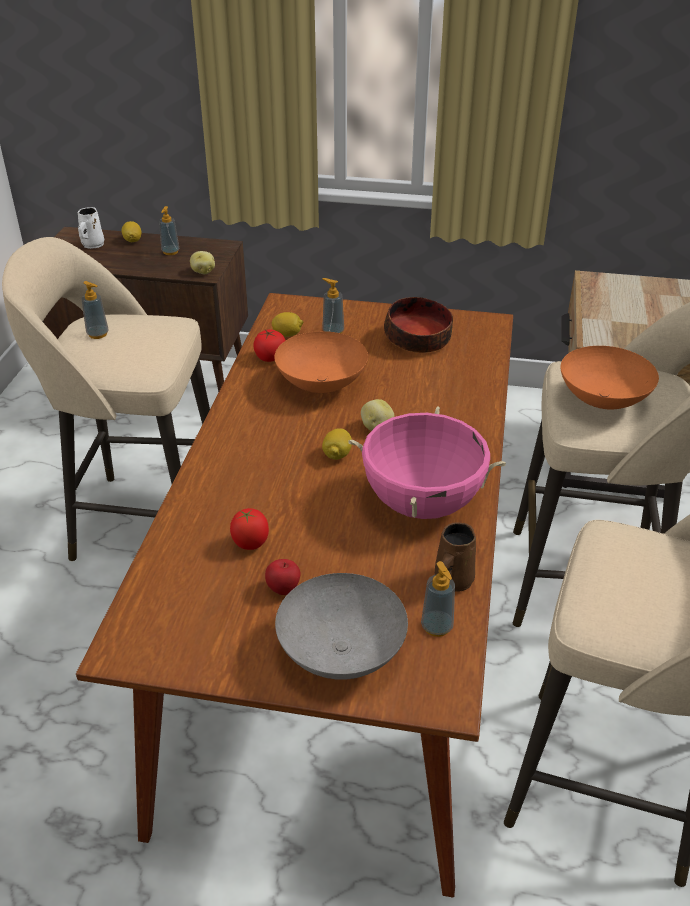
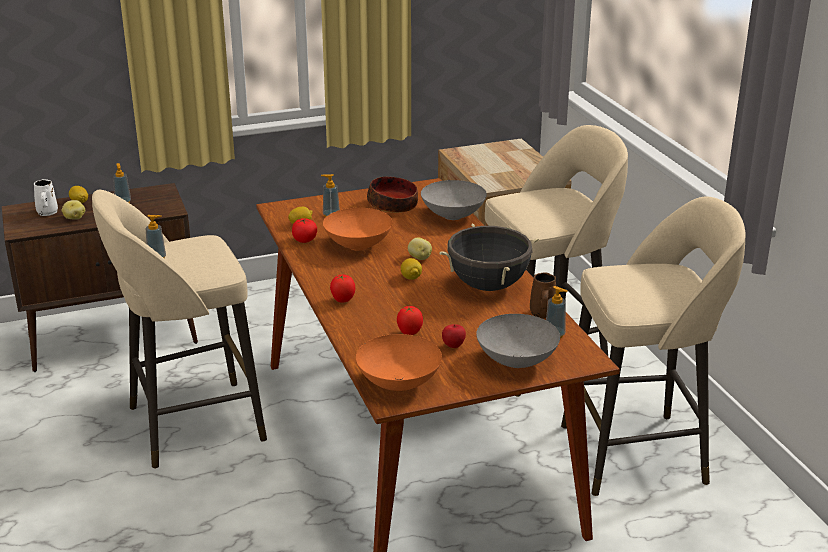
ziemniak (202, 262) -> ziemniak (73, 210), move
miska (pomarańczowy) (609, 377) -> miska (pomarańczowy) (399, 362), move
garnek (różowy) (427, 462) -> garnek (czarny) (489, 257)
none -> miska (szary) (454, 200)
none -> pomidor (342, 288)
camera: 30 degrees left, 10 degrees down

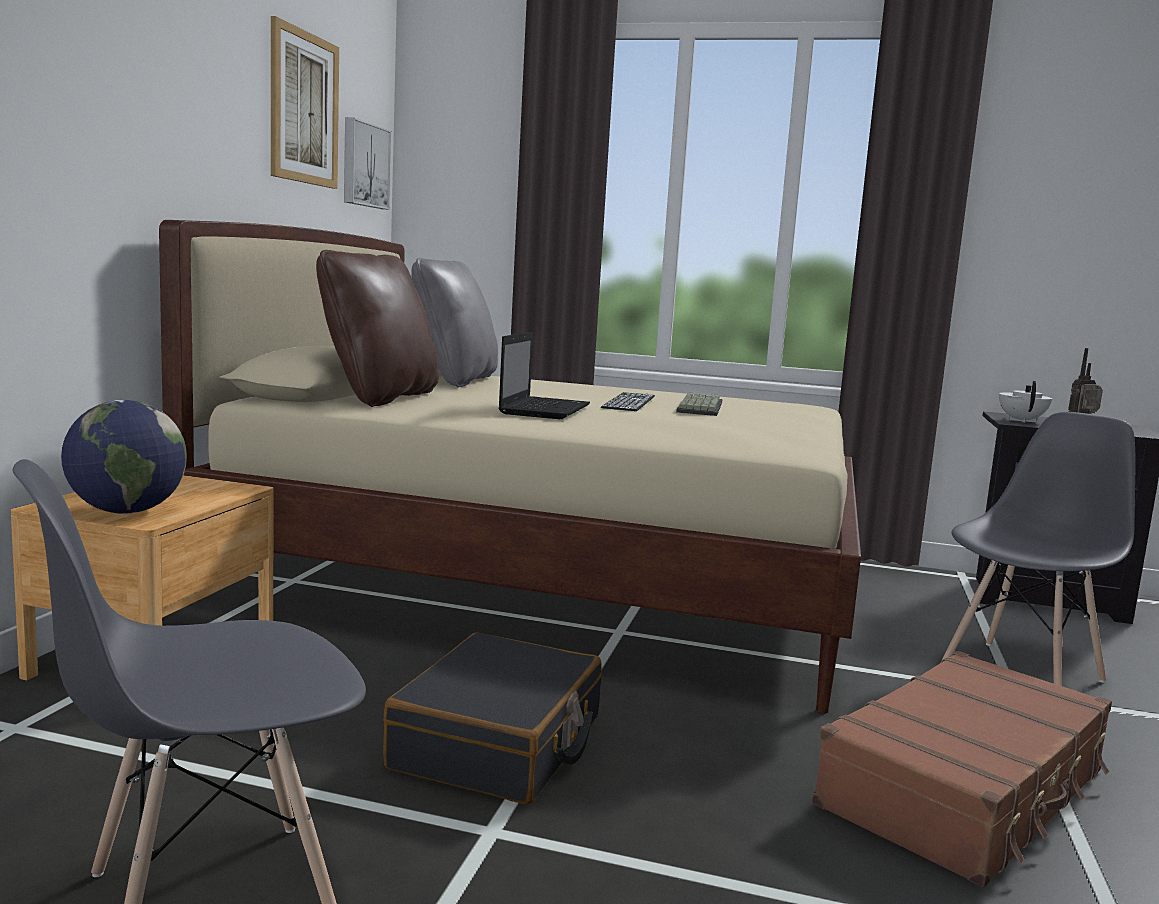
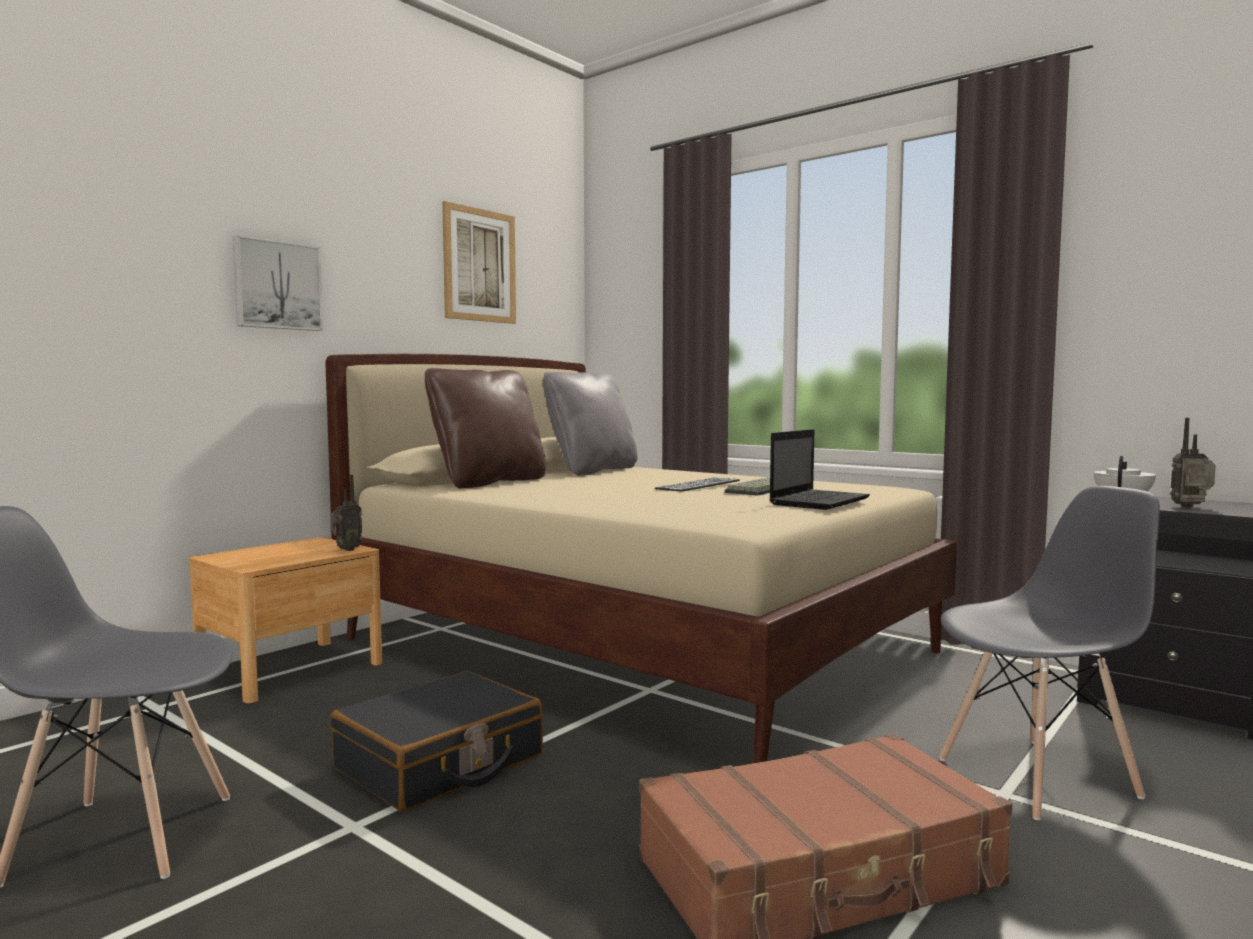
obraz (368, 163) -> obraz (278, 283), move
laptop (544, 375) -> laptop (819, 469), move
globus (124, 457) -> none
none -> radio (346, 513)
camera: 25 degrees right, 5 degrees down

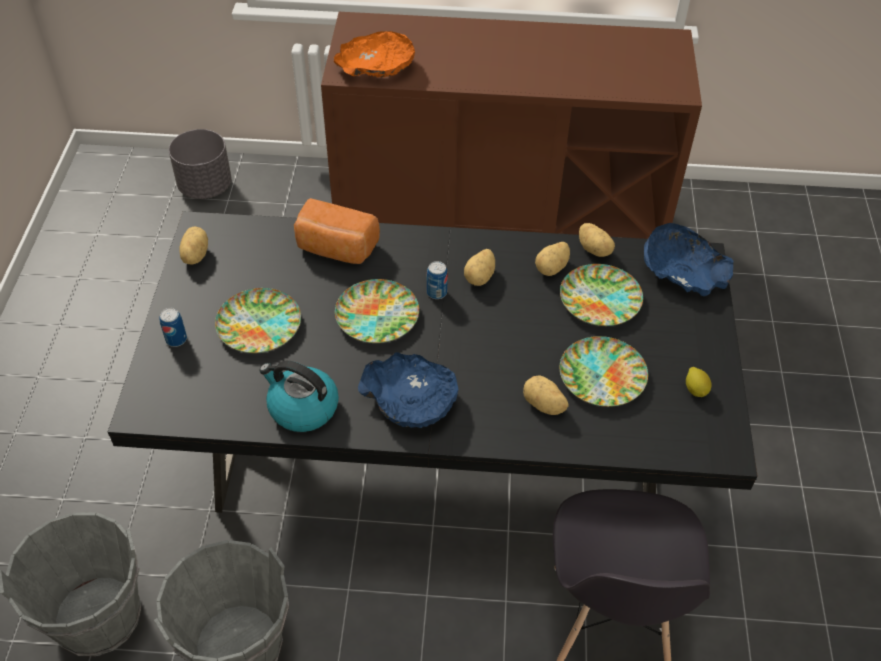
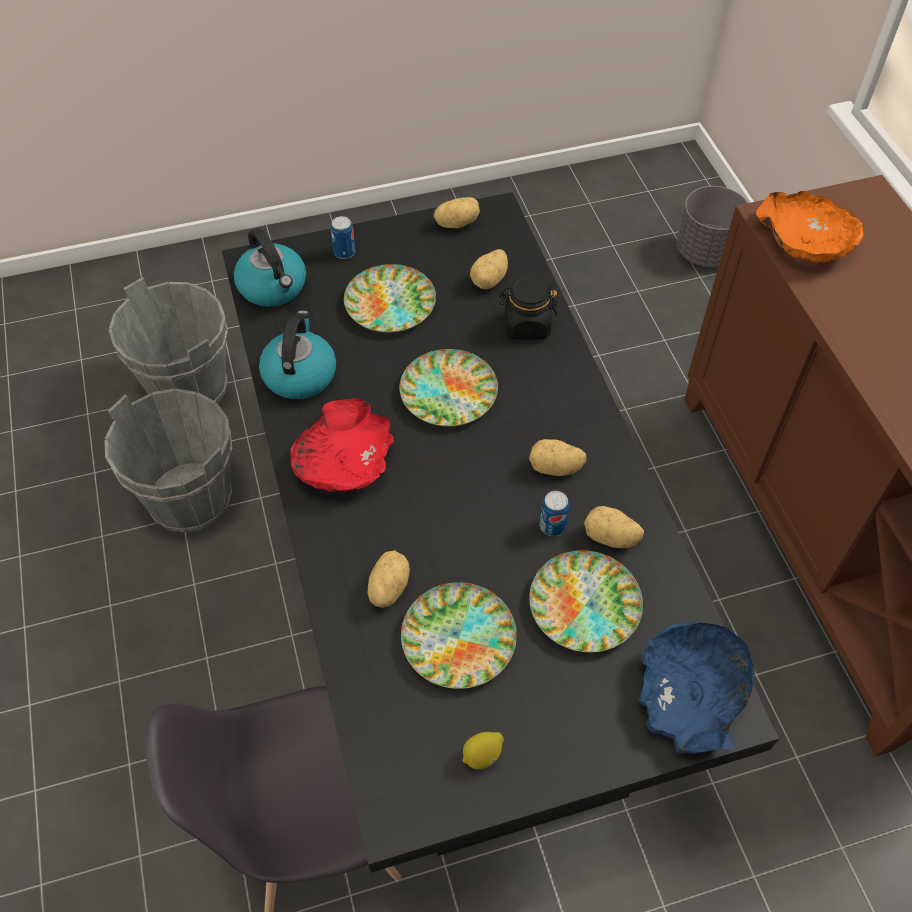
chleb (337, 231) -> słoik (czarny) (528, 308)
ziemniak (597, 240) -> ziemniak (489, 269), move
puszka (437, 280) -> puszka (554, 513), move
miska (niebieski) (408, 390) -> miska (czerwony) (342, 445)
none -> czajnik (270, 267)
camera: 70 degrees right, 5 degrees up

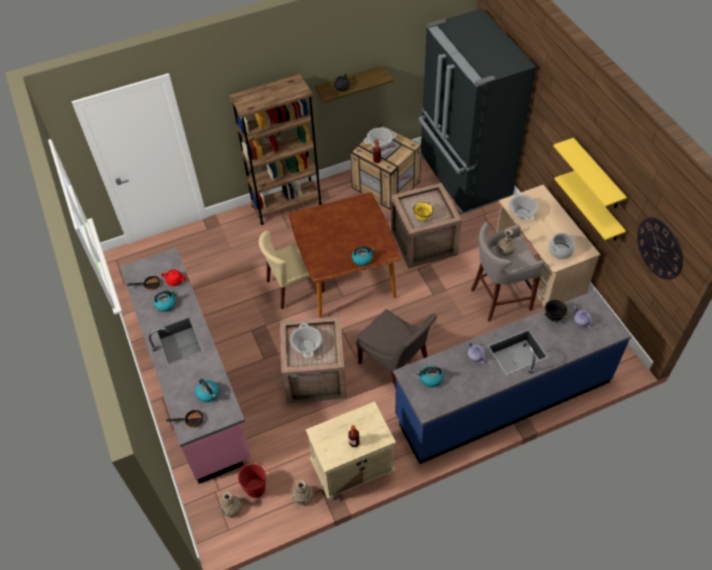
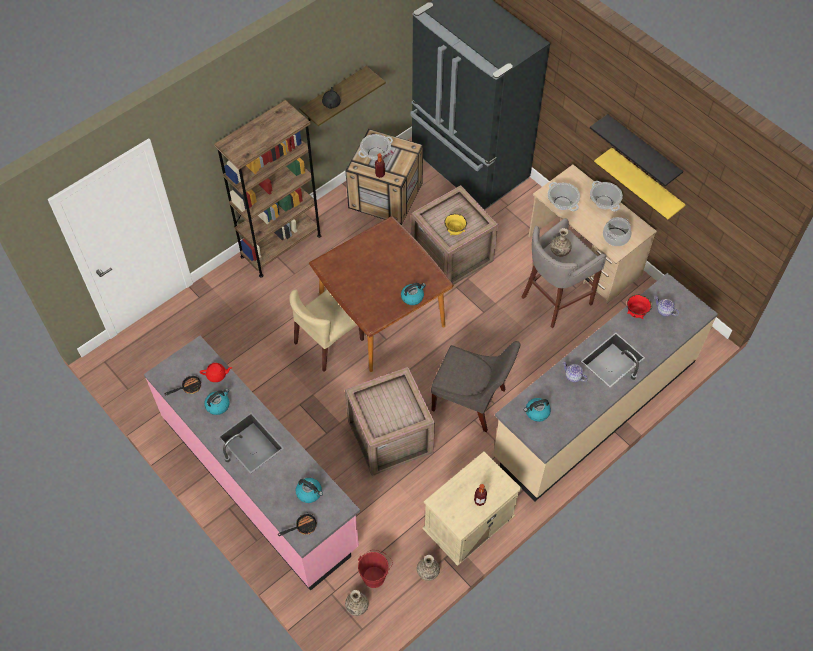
półka (żółty) (590, 173) -> półka (czarny) (636, 150)
zegar ścienny (660, 248) -> none
zabudowa kuchenna (niebieski) (512, 377) -> zabudowa kuchenna (beżowy) (605, 387)
miska (czarny) (556, 311) -> miska (czerwony) (639, 306)
garnek (306, 340) -> garnek (606, 196), move
camera: 20 degrees left, 5 degrees up

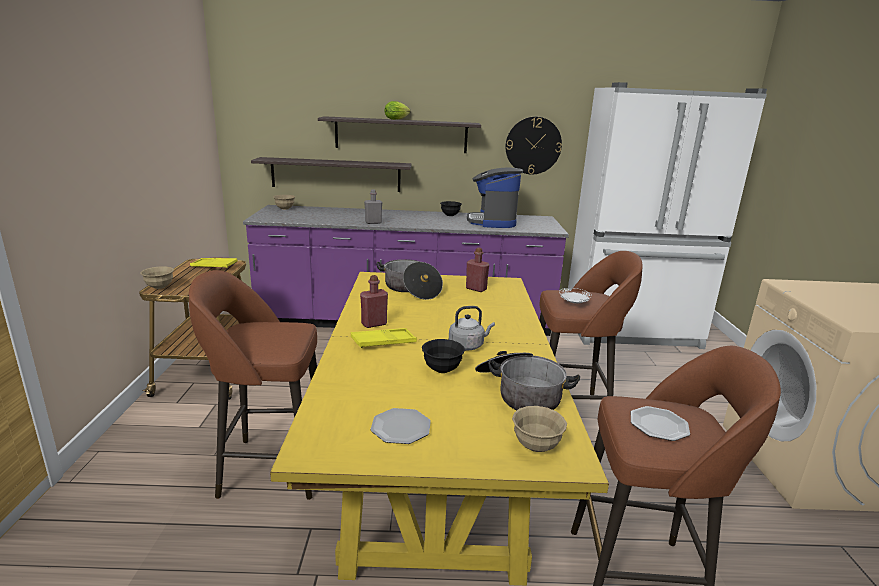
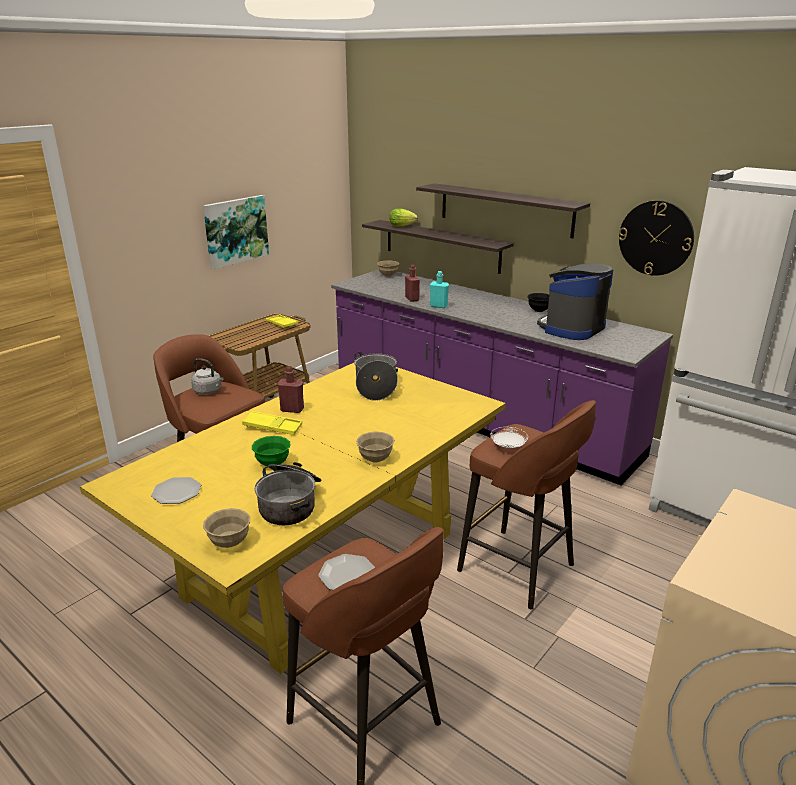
sałata (397, 110) -> sałata (404, 218), move
butelka (szary) (373, 206) -> butelka (turkusowy) (439, 289)
butelka (czerwony) (477, 270) -> butelka (czerwony) (412, 283), move
miska (beżowy) (157, 277) -> miska (beżowy) (375, 447), move
czajnik (szary) (472, 328) -> czajnik (szary) (207, 376), move
miska (czarny) (443, 356) -> miska (zielony) (271, 451)
none -> obraz (236, 232)
camera: 40 degrees right, 5 degrees up

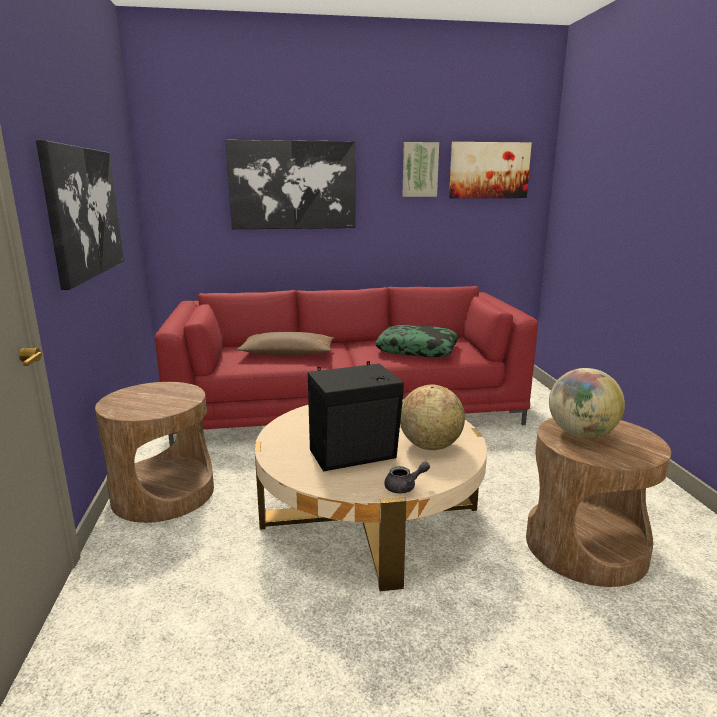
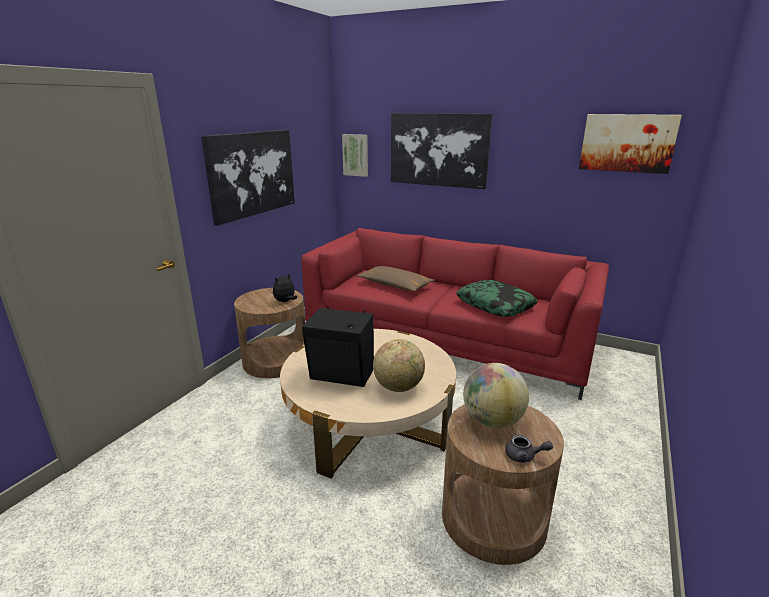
obraz (420, 169) -> obraz (355, 155), move
imbryk (szary) (407, 477) -> imbryk (szary) (529, 449), move
none -> pluszak (285, 288)
camera: 35 degrees right, 5 degrees up

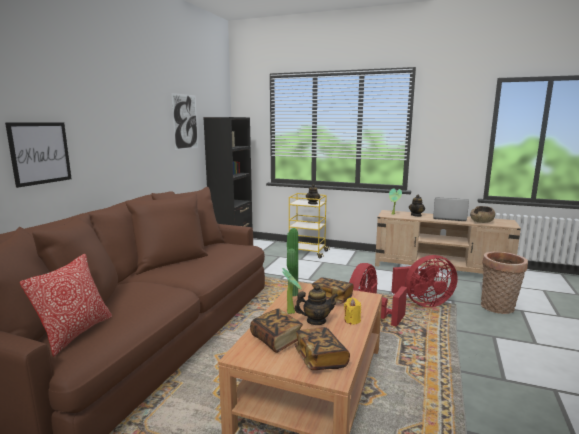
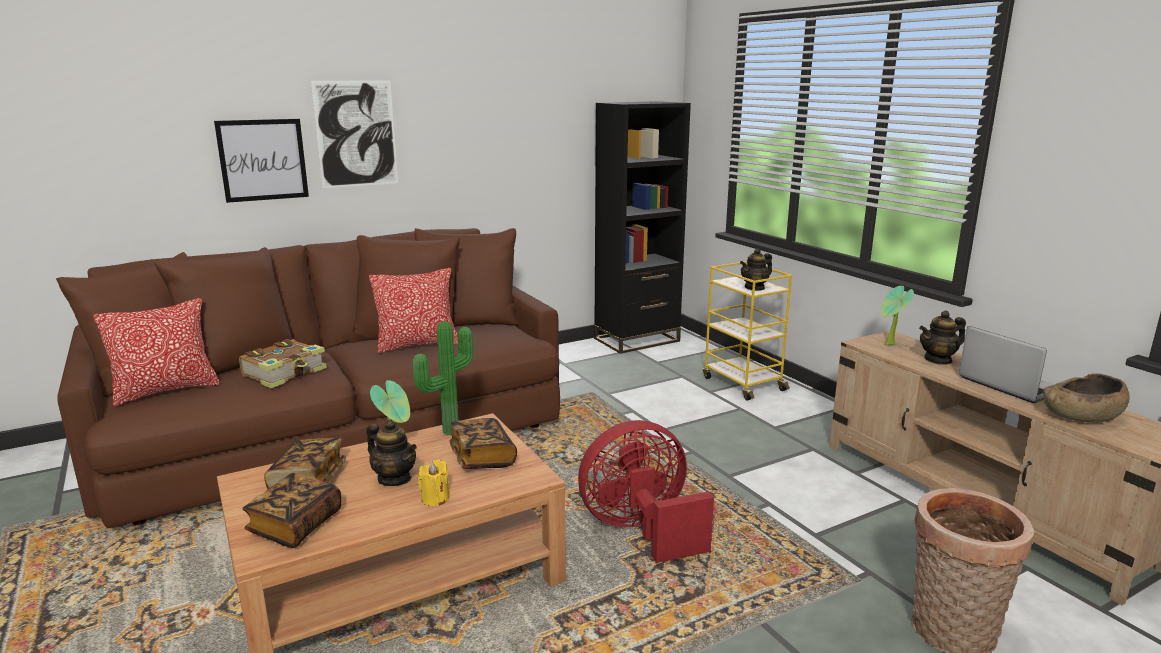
obraz (184, 121) -> obraz (354, 134), move
wentylator (czerwony) (424, 281) -> none
none -> poduszka (413, 311)
none -> książka (283, 363)
camera: 40 degrees right, 5 degrees up

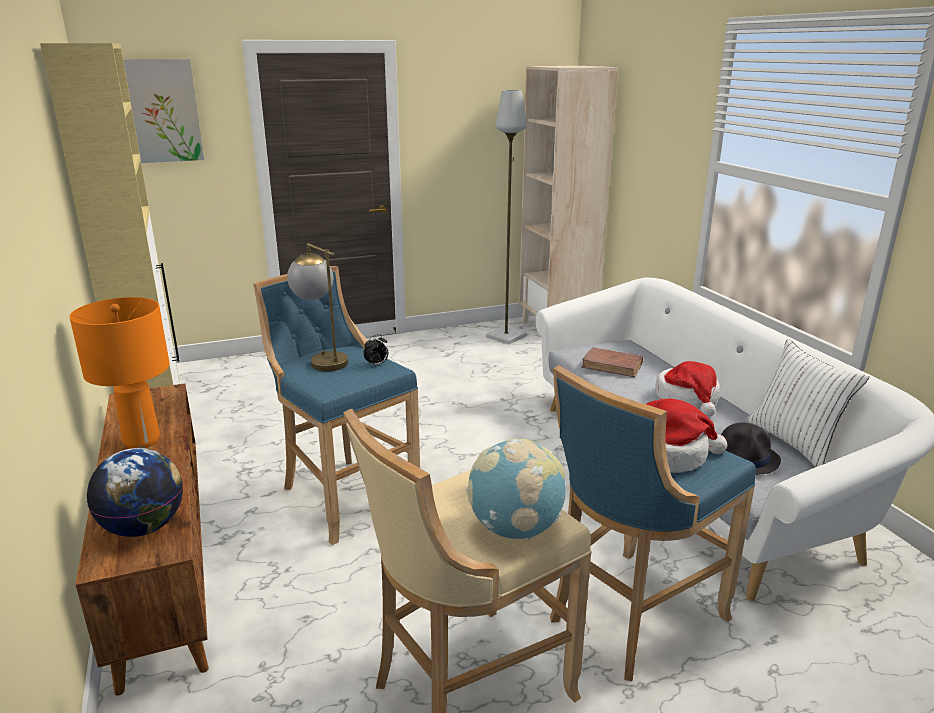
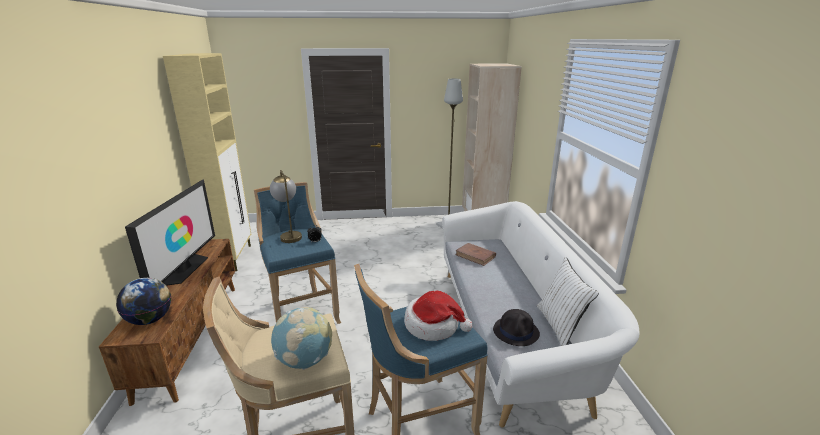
obraz (163, 111) -> none
lampa stołowa (pomarańczowy) (119, 373) -> telewizor (170, 233)
kapelusz (687, 389) -> none
camera: 15 degrees right, 0 degrees up

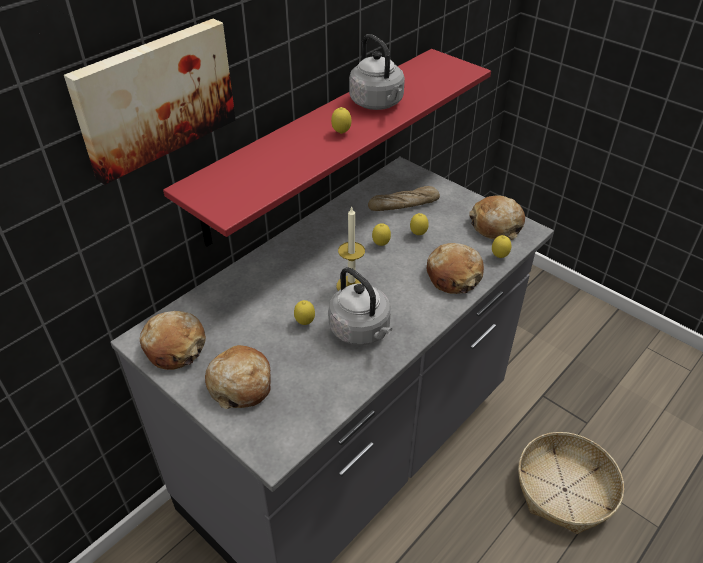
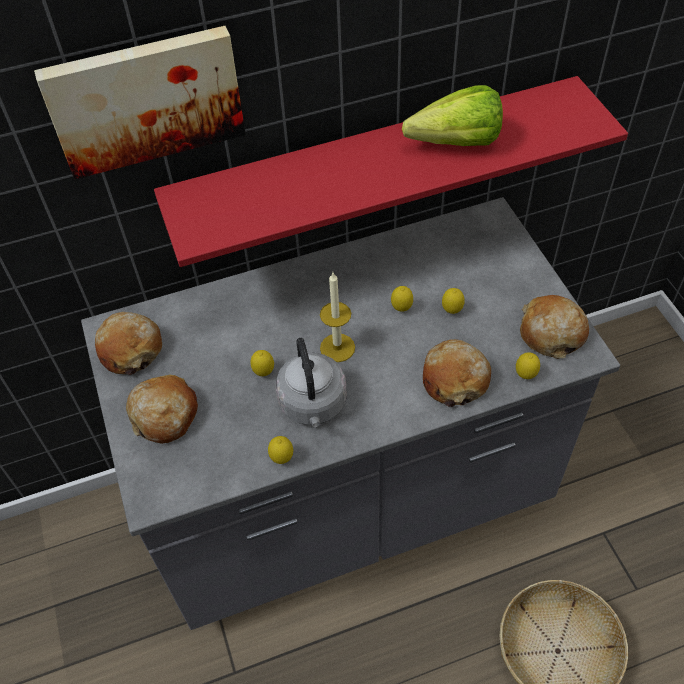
czajnik (szary) (377, 72) -> sałata (452, 115)
cytryna (341, 120) -> cytryna (280, 450), move
chleb (404, 198) -> none
camera: 30 degrees right, 10 degrees up

